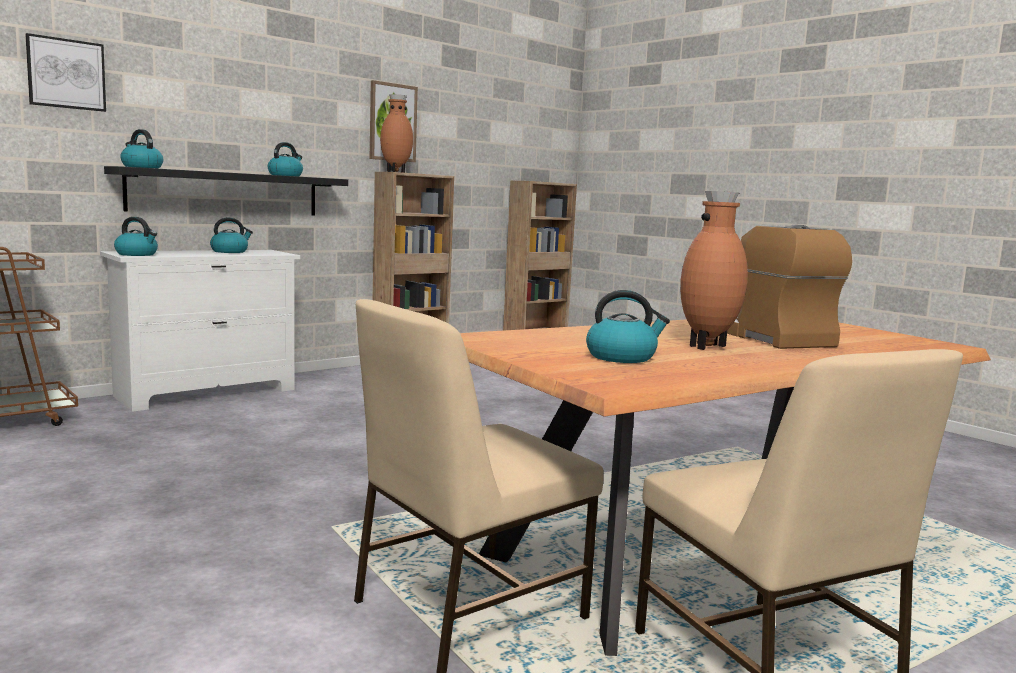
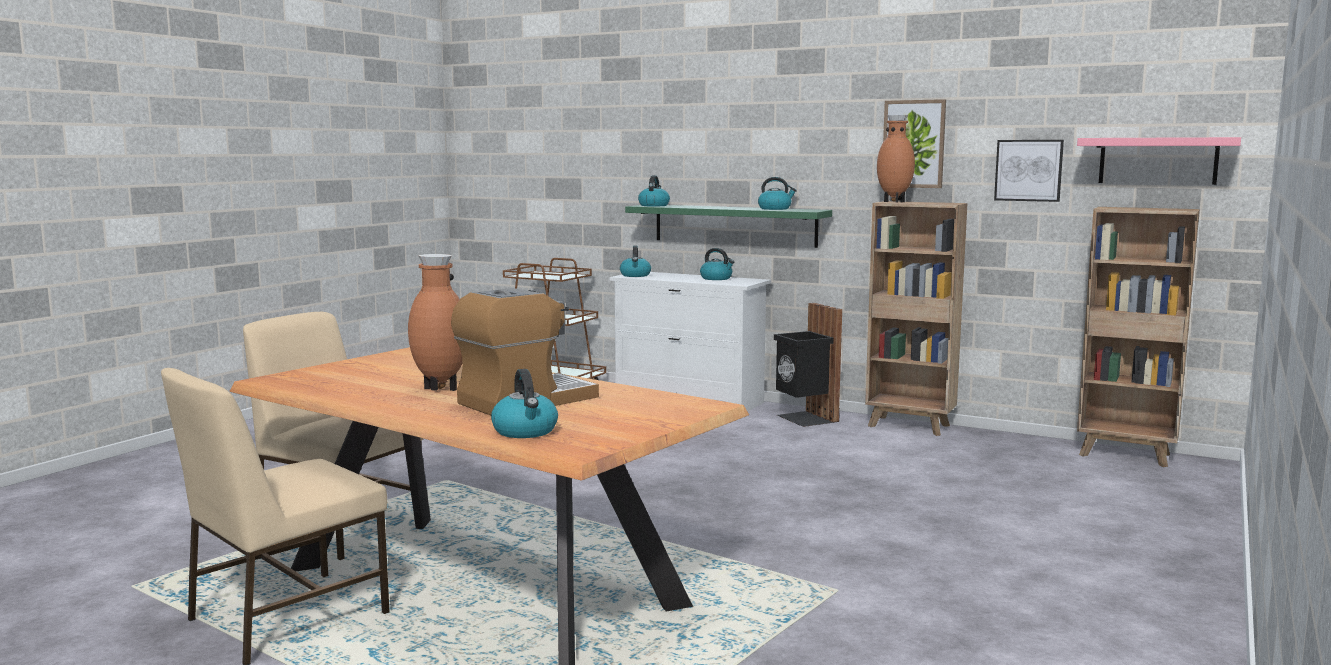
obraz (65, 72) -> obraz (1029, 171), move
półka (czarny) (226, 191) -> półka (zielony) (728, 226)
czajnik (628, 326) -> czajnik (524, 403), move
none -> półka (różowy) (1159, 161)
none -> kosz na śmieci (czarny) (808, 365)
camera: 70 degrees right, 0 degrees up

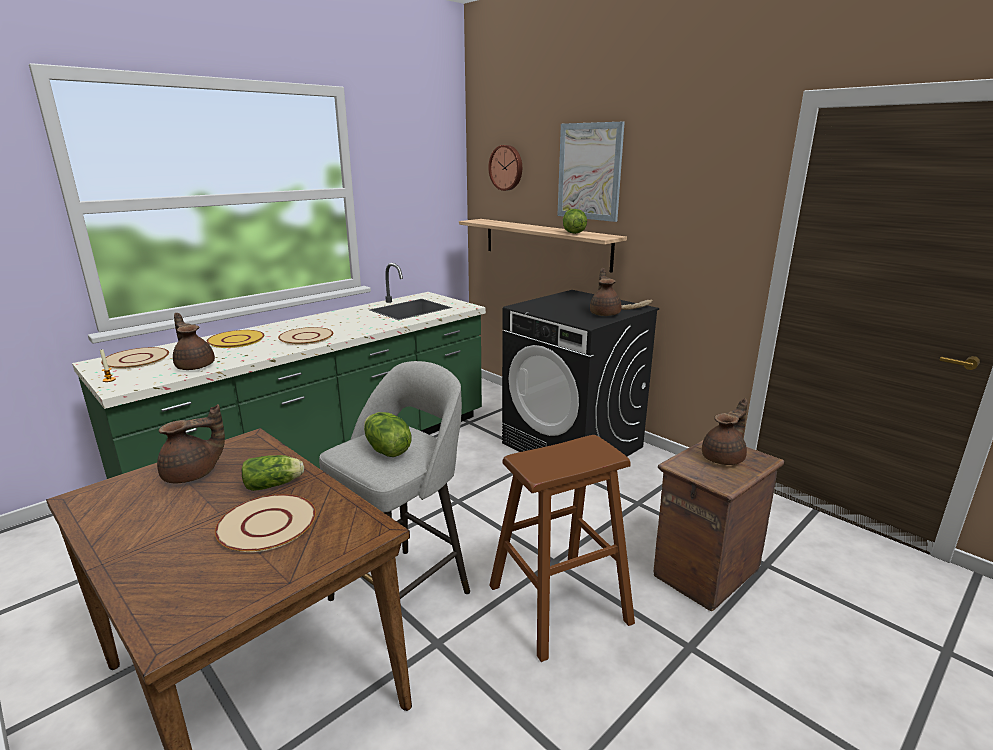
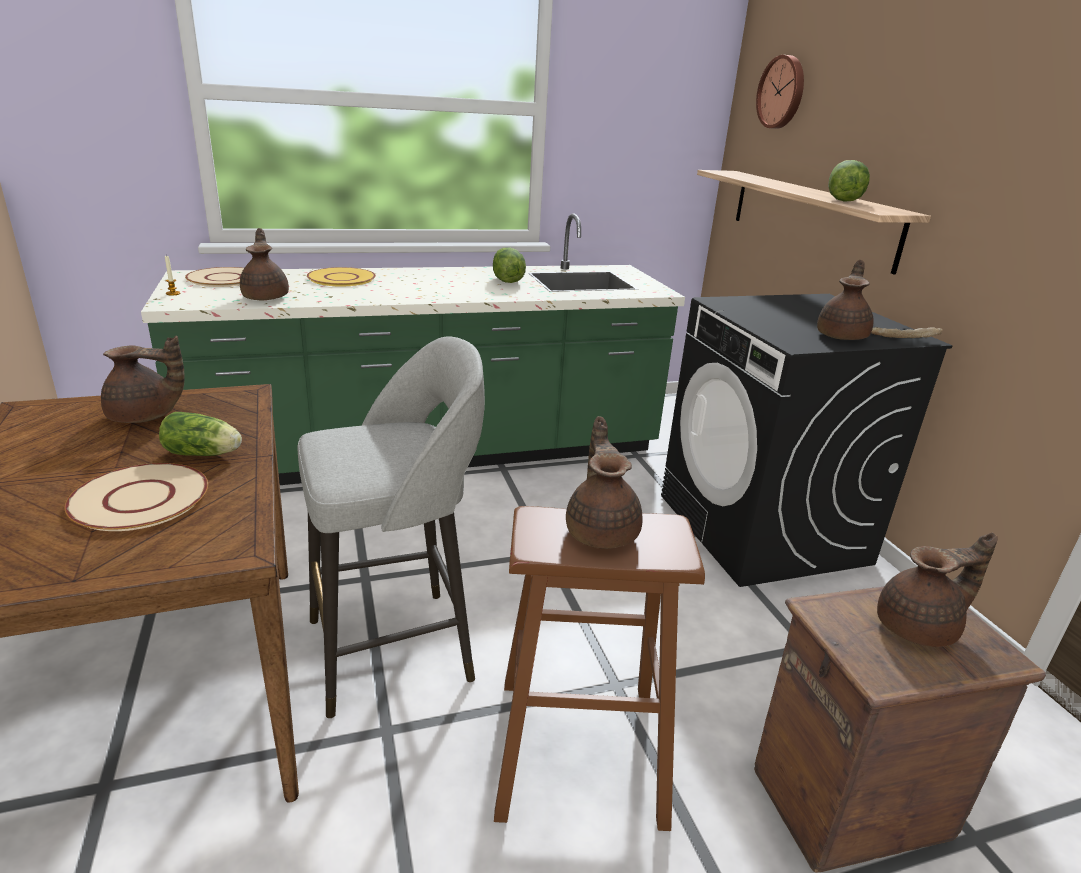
obraz (591, 172) -> none
talerz (beżowy) (305, 336) -> none
sałata (387, 434) -> sałata (509, 265), move
none -> imbryk (brązowy) (604, 482)
camera: 25 degrees right, 5 degrees up

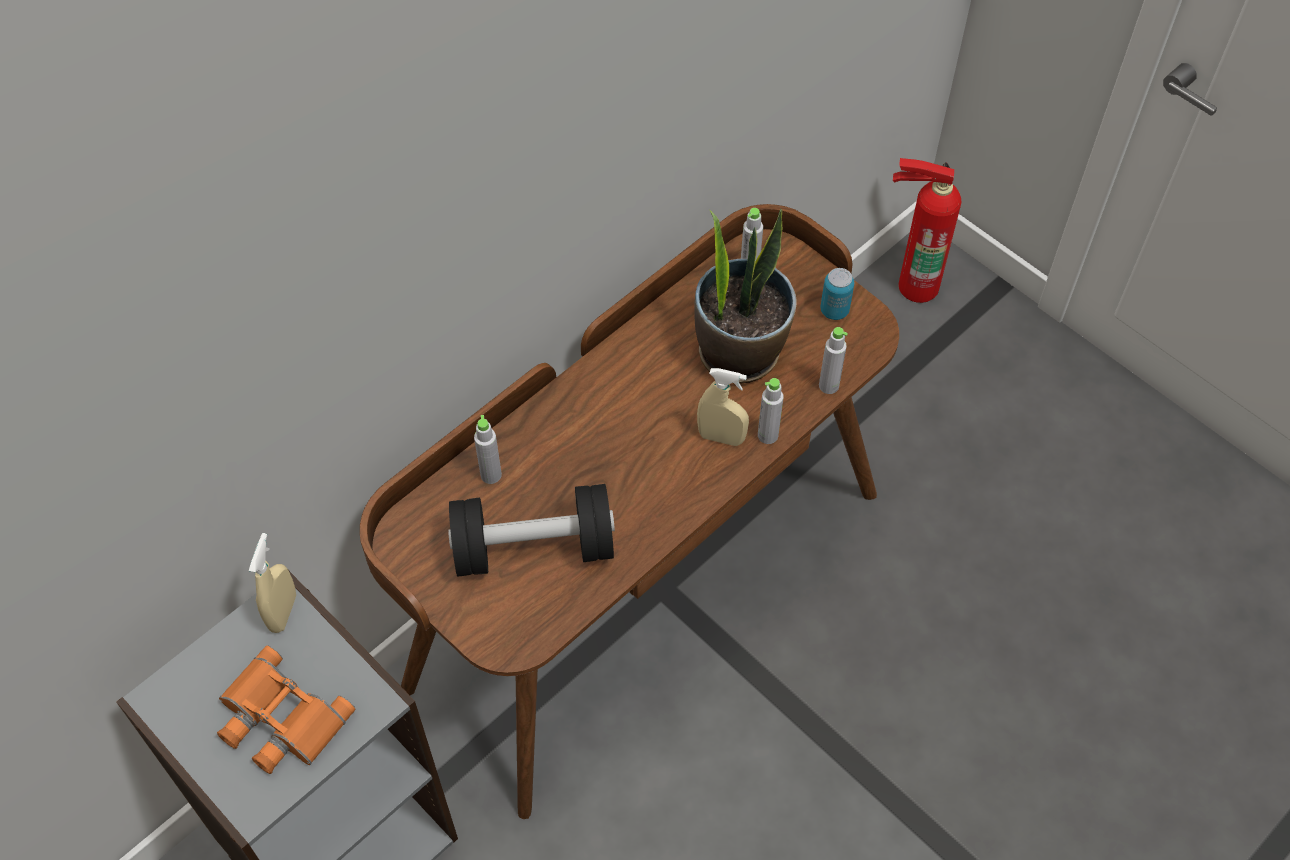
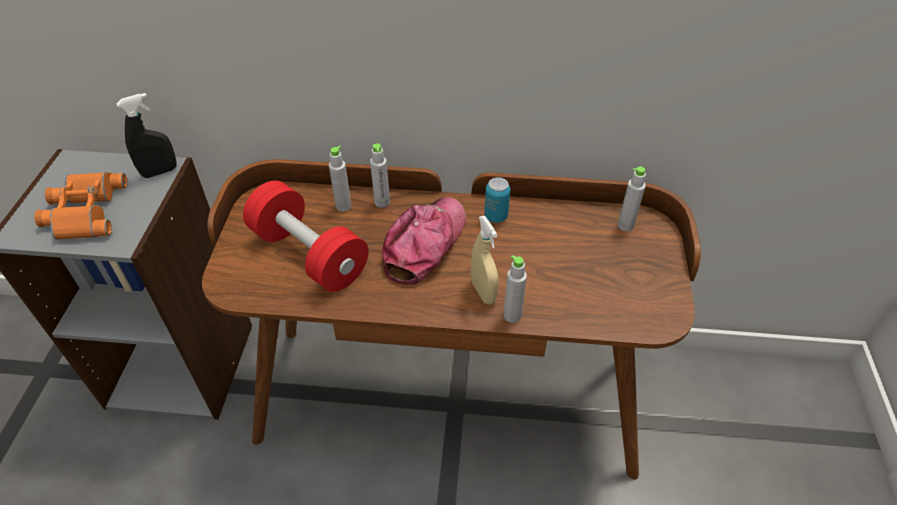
gaśnica (927, 230) -> none
roślina doniczkowa (745, 296) -> none
puszka (837, 294) -> puszka (497, 200), move
butelka (szary) (833, 360) -> butelka (szary) (380, 175), move
hantel (czarny) (531, 530) -> hantel (czerwony) (306, 236)
spryskiwacz (beżowy) (272, 583) -> spryskiwacz (czarny) (146, 135)
none -> czapka z daszkiem (424, 241)
camera: 50 degrees right, 10 degrees down

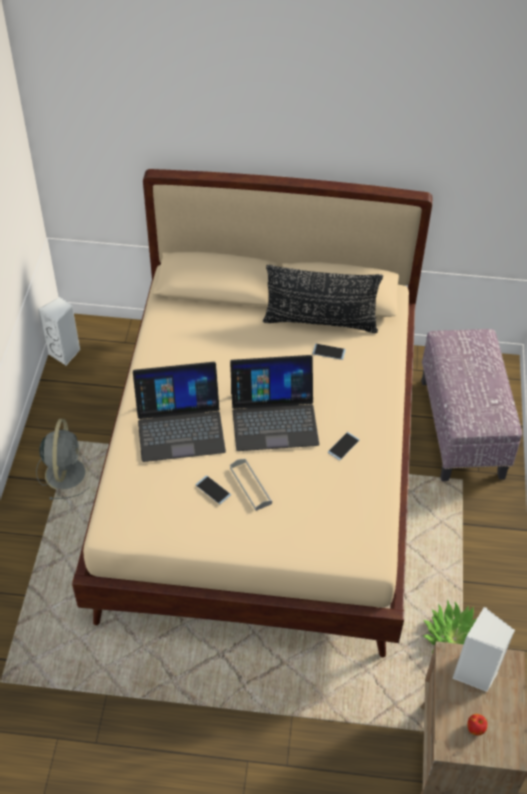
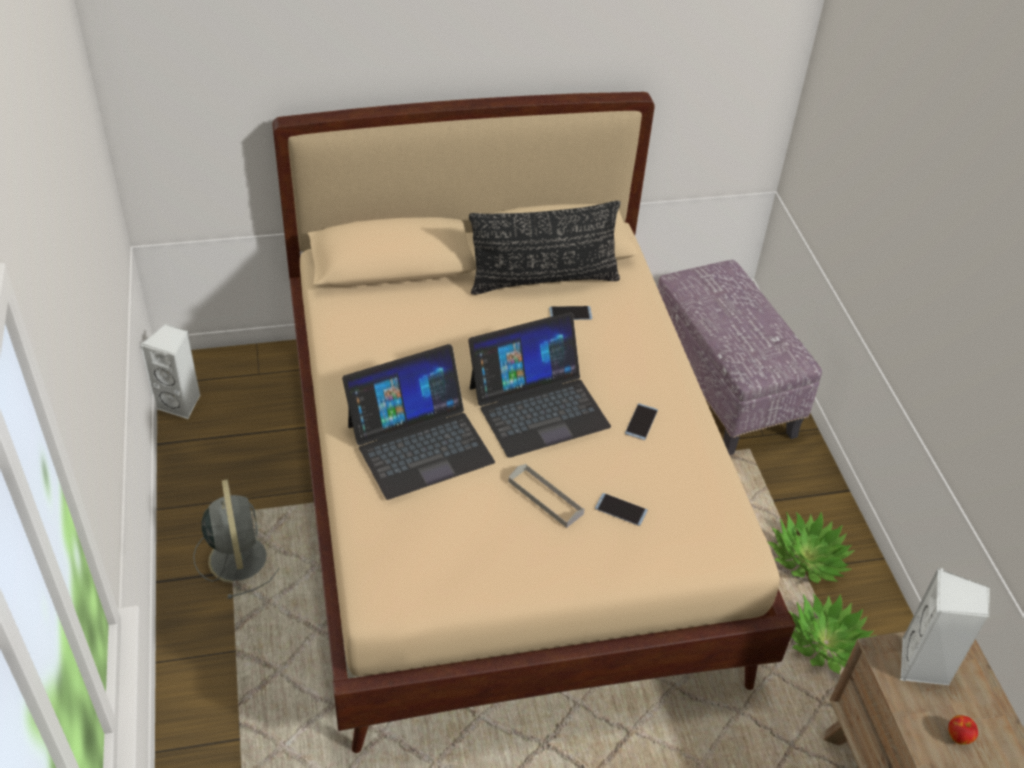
telefon (213, 489) -> telefon (621, 509), move
none -> roślina doniczkowa (811, 548)
camera: 20 degrees left, 5 degrees down

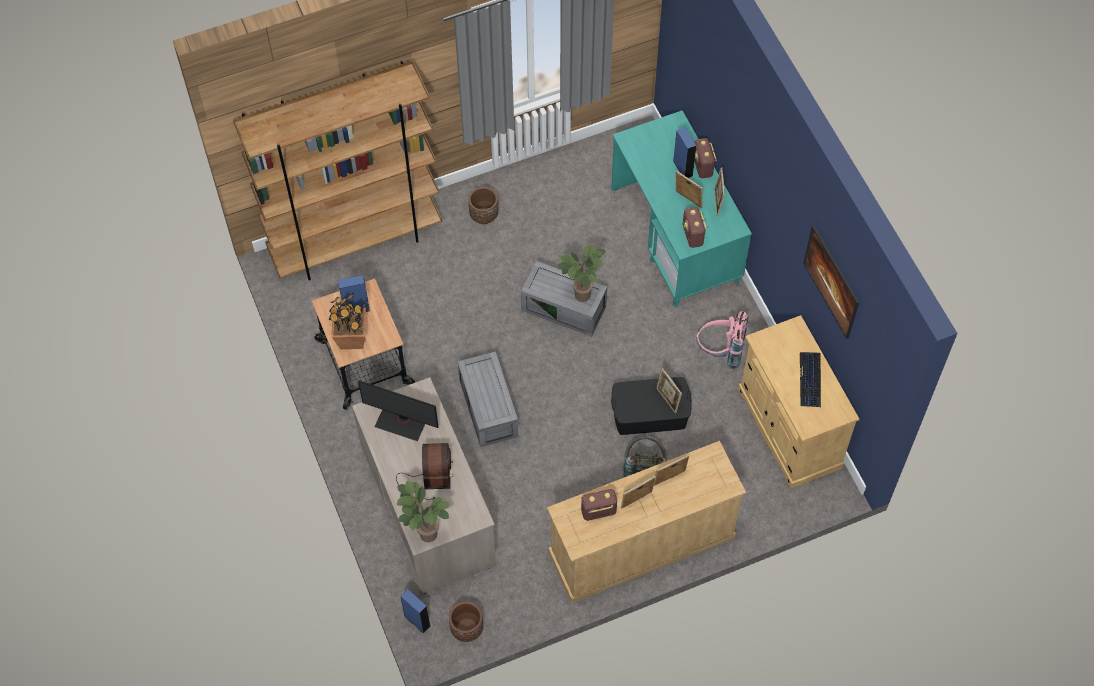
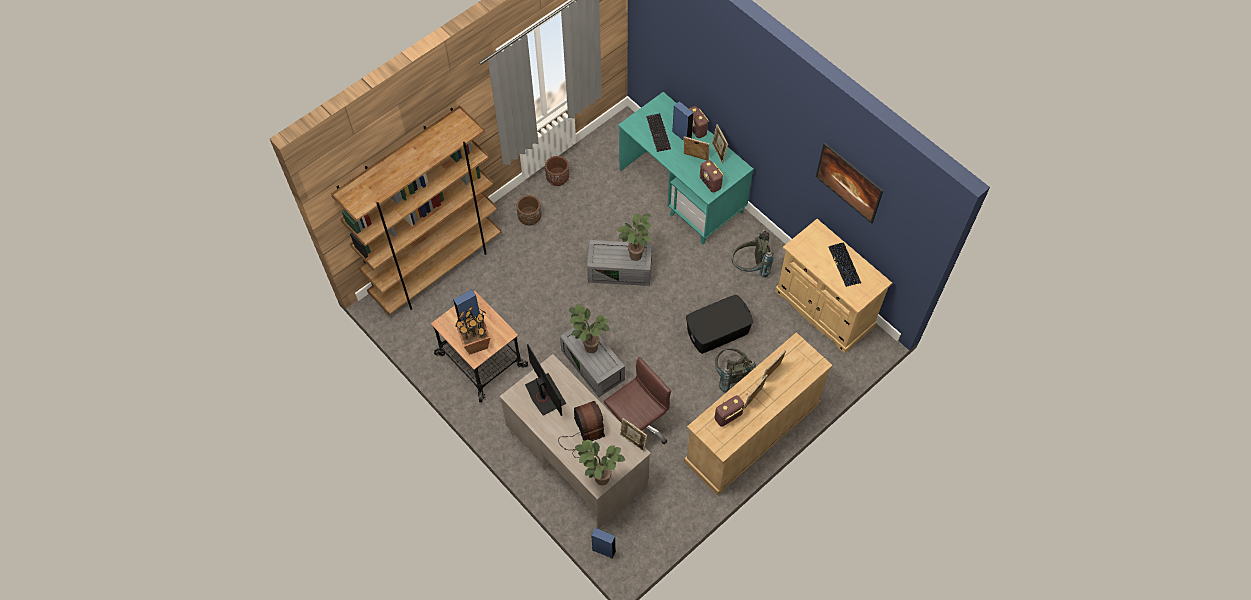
plecak (różowy) (722, 340) -> plecak (szary) (753, 254)
ramka na zdjęcie (669, 390) -> ramka na zdjęcie (633, 434), move
monitor (398, 410) -> monitor (545, 380), 120 degrees counterclockwise
donica (brązowy) (466, 621) -> donica (brązowy) (557, 171), move
none -> klawiatura (658, 132)
none -> roślina doniczkowa (589, 328)
none -> krzesło biurowe (brązowy) (637, 400)
camera: 20 degrees left, 0 degrees up

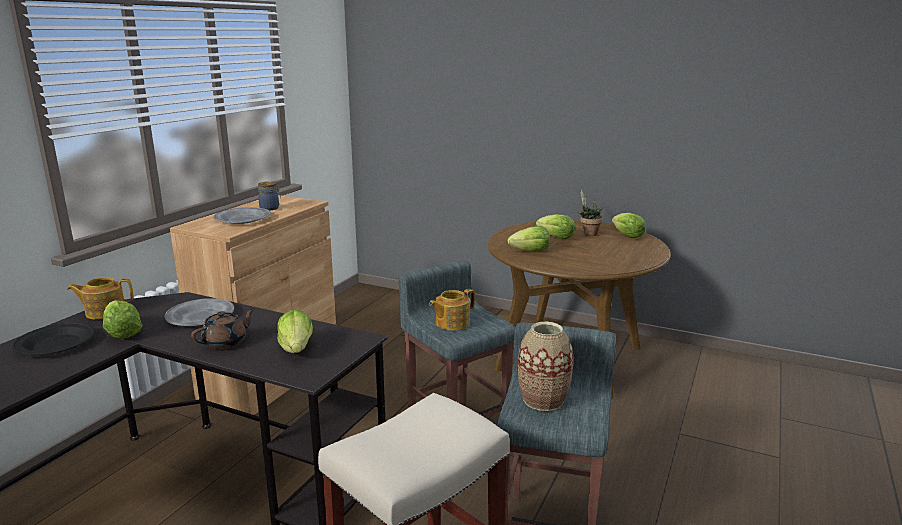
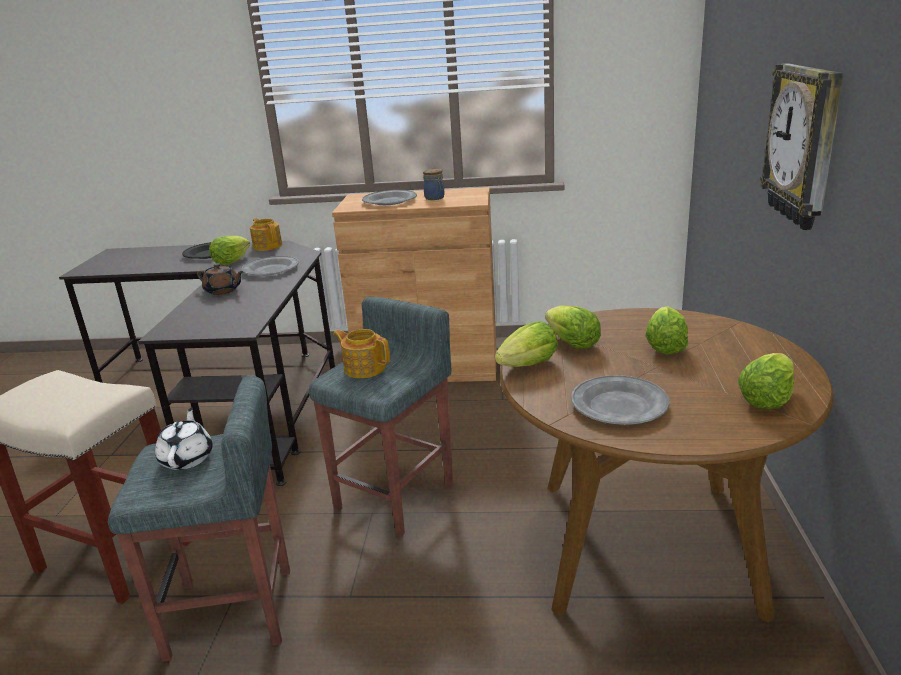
roślina doniczkowa (590, 213) -> none
sałata (295, 331) -> sałata (526, 344), move
wazon (546, 366) -> imbryk (biały) (184, 438)
none -> zegar ścienny (802, 146)
none -> talerz (szary) (620, 400)
camera: 70 degrees right, 5 degrees up

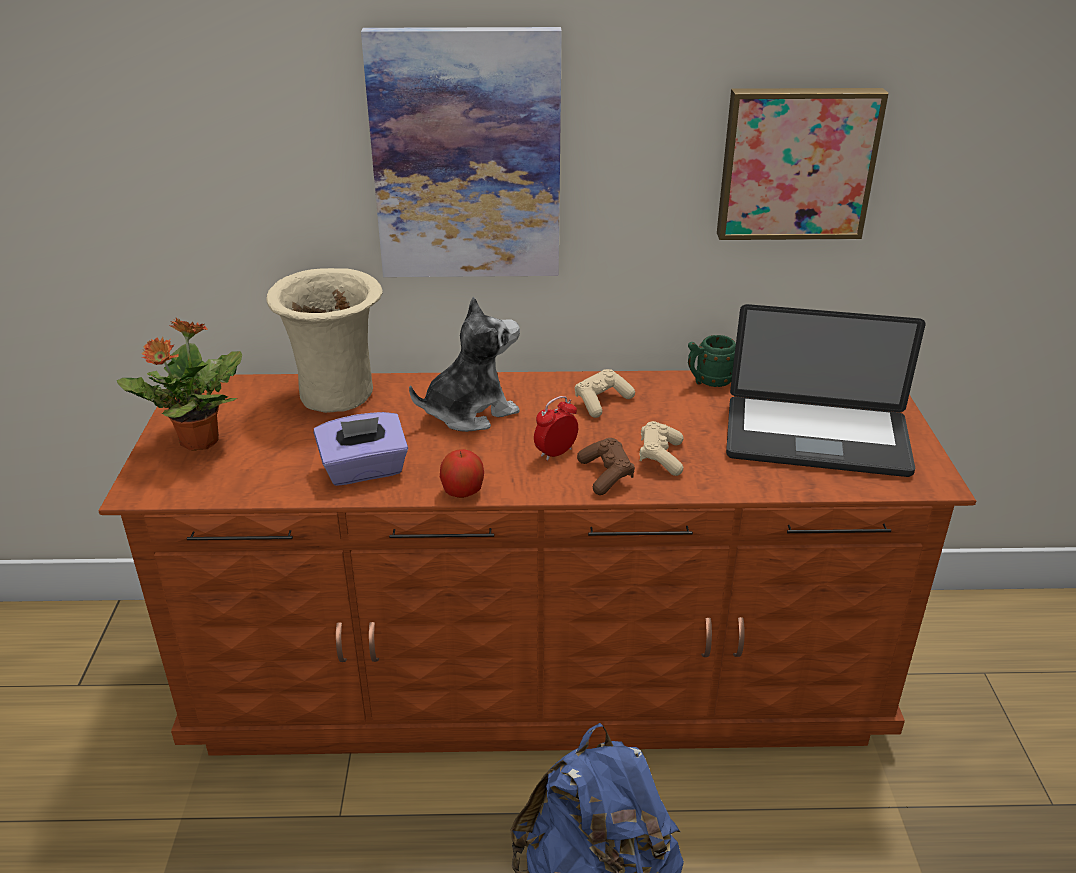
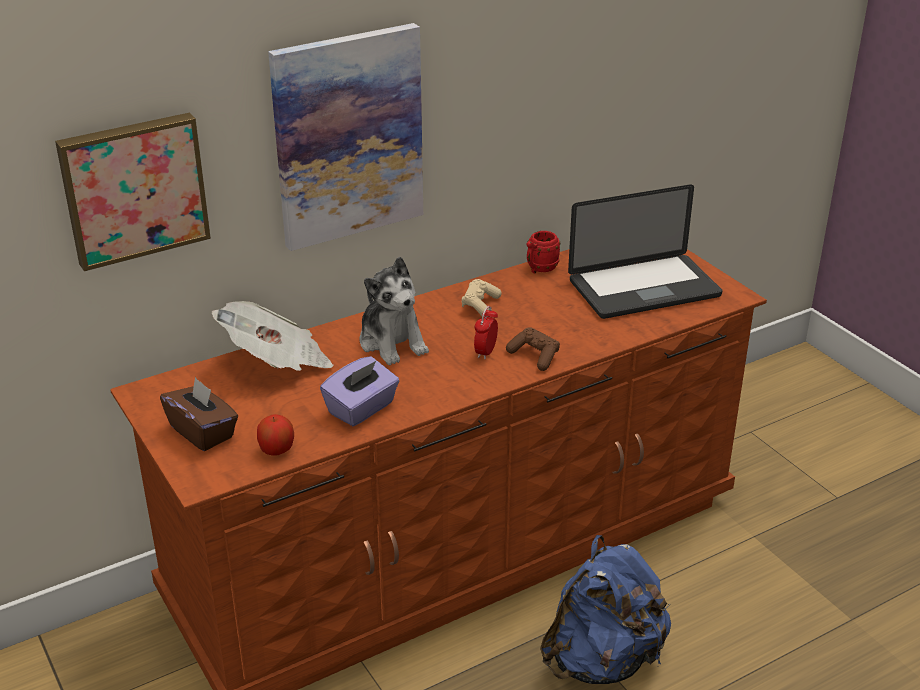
obraz (803, 164) -> obraz (133, 192), move
wazon (beżowy) (324, 340) -> gazeta (273, 336)
pluszak (464, 364) -> pluszak (394, 311), 120 degrees clockwise
roślina doniczkowa (179, 384) -> pudełko chusteczek (brązowy) (199, 414)
kubek (zielony) (712, 361) -> kubek (czerwony) (544, 252)
pad do gier (beżowy) (661, 448) -> none
jabłko (462, 473) -> jabłko (275, 435), move
camera: 30 degrees left, 0 degrees up

